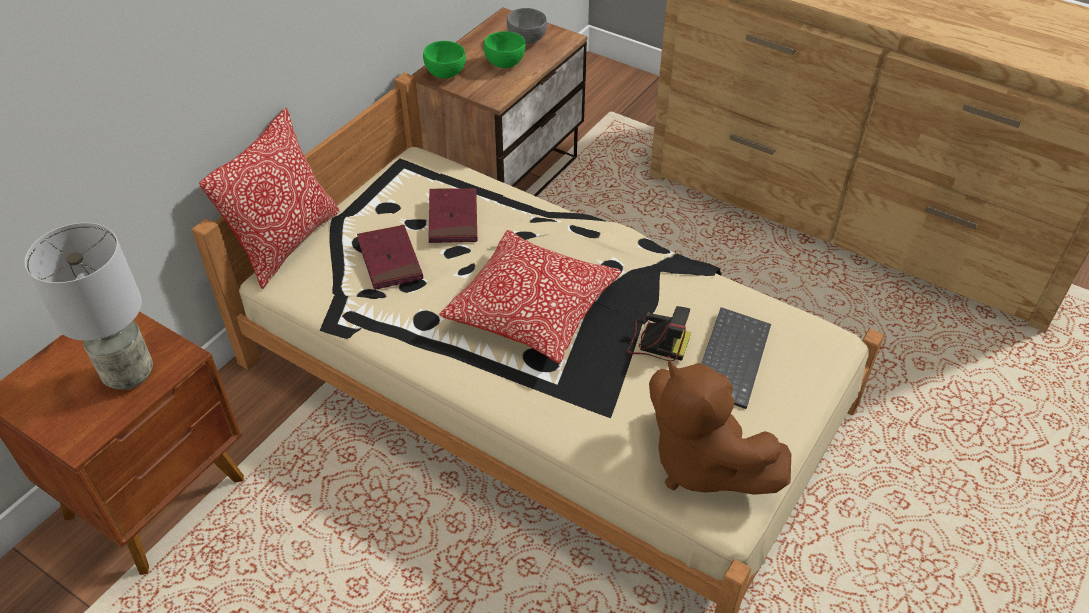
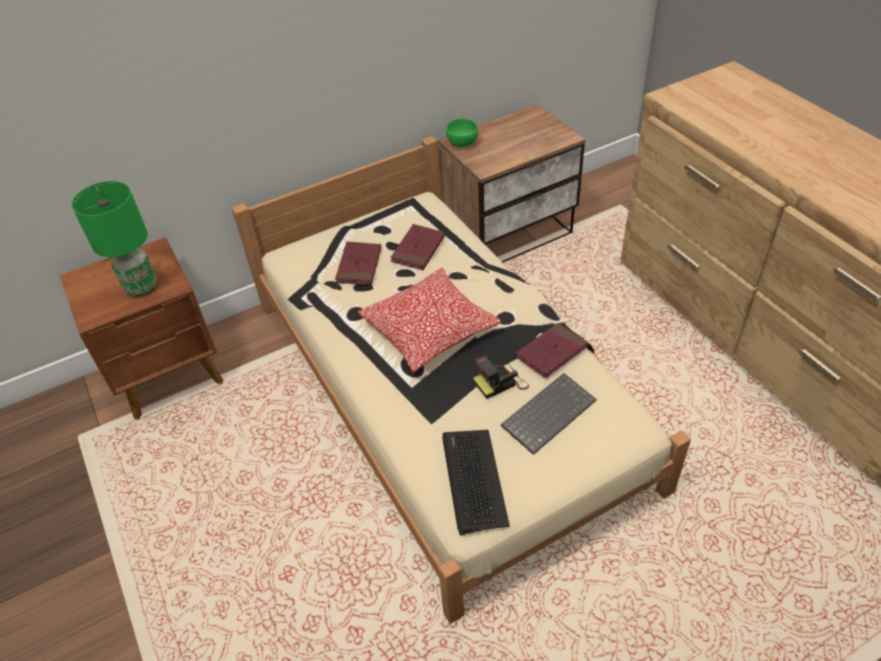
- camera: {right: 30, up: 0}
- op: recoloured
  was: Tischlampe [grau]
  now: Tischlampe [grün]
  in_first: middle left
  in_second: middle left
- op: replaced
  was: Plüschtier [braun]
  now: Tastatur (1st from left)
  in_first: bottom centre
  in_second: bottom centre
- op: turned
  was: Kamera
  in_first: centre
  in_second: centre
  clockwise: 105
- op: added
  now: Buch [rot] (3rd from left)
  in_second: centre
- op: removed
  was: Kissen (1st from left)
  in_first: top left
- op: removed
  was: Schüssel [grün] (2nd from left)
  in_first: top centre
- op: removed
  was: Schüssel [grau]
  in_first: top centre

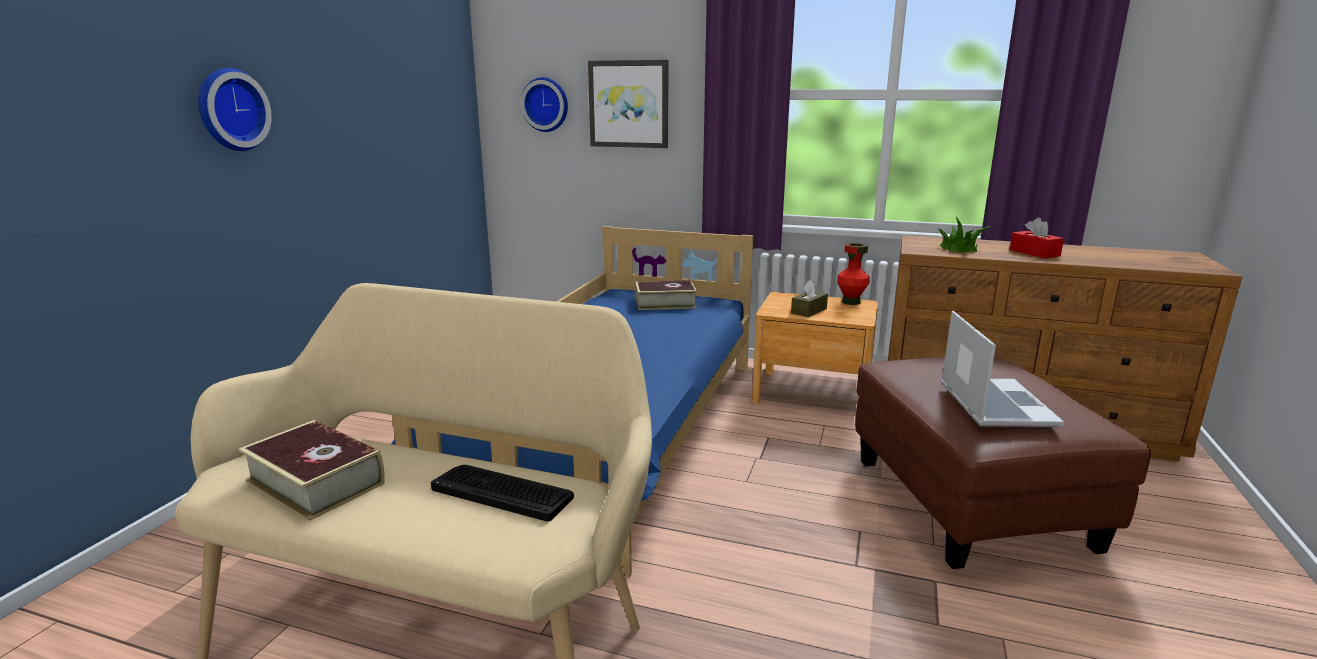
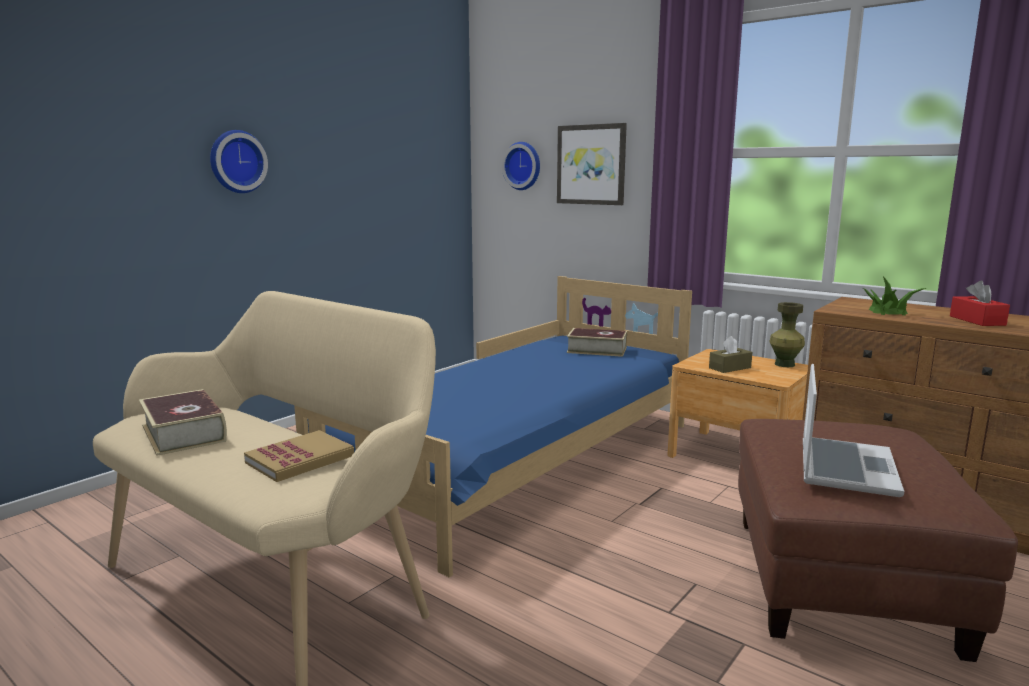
- camera: {right: 20, up: -5}
- op: replaced
  was: Tastatur
  now: Buch (2nd from left)
  in_first: bottom centre
  in_second: middle left
- op: recoloured
  was: Vase [rot]
  now: Vase [grün]
  in_first: centre
  in_second: middle right

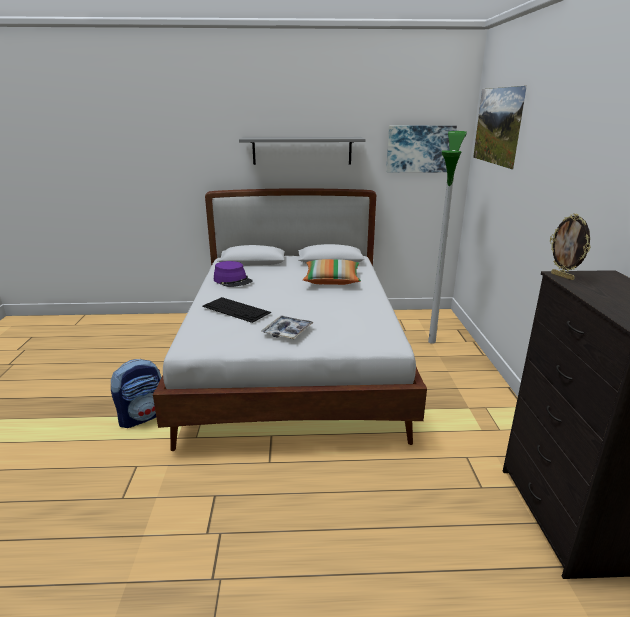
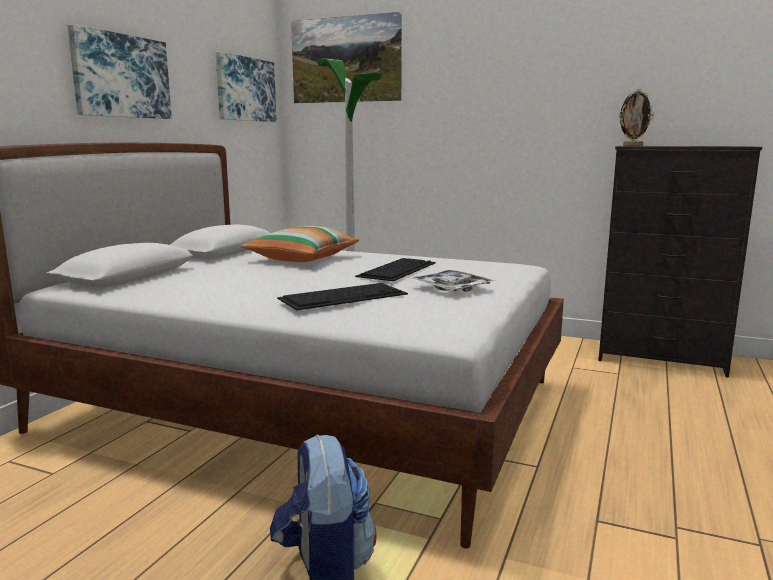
- camera: {right: -65, up: -10}
- op: replaced
  was: Wandregal [grau]
  now: Bild (1st from left)
  in_first: top centre
  in_second: top left
- op: added
  now: Tastatur (2nd from left)
  in_second: centre
- op: removed
  was: Hut [lila]
  in_first: centre

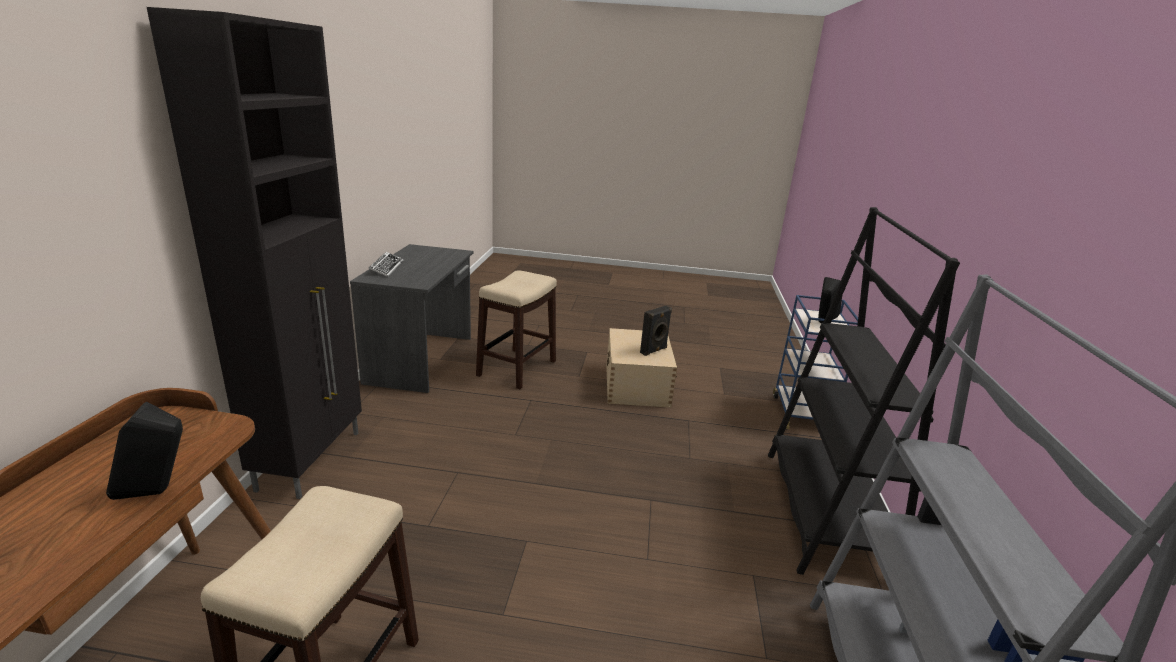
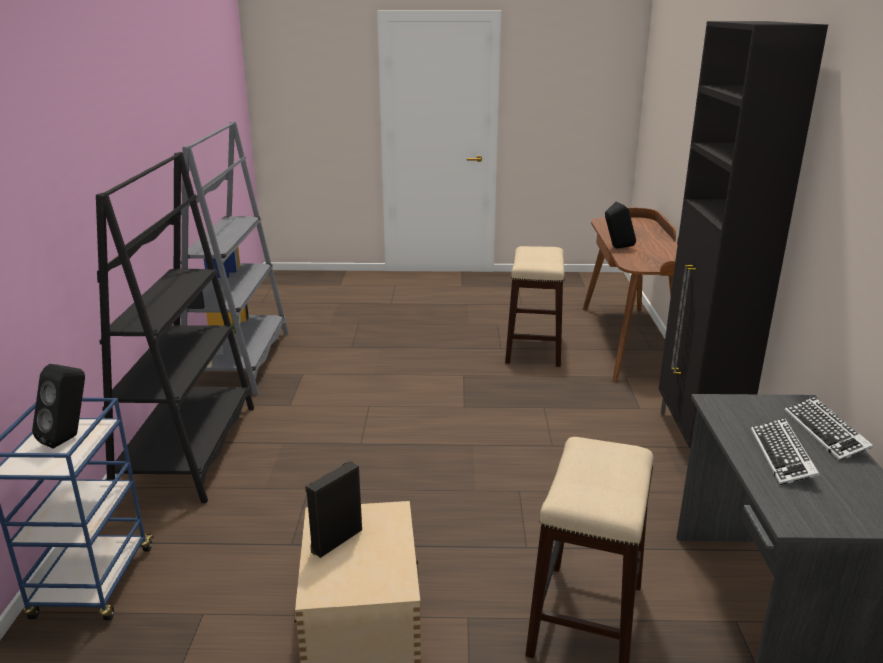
- camera: {right: 175, up: 0}
- op: added
  now: Tastatur (1st from left)
  in_second: bottom right

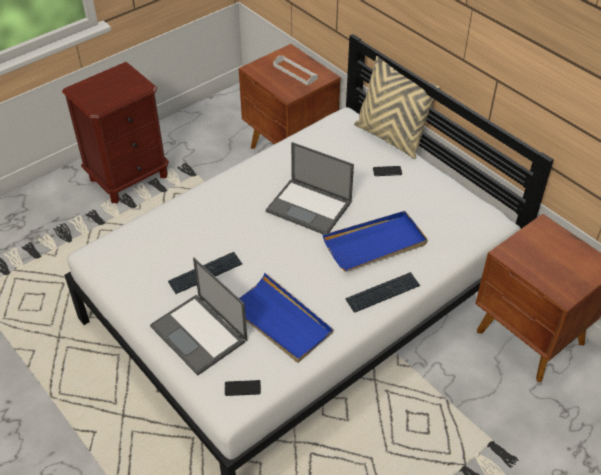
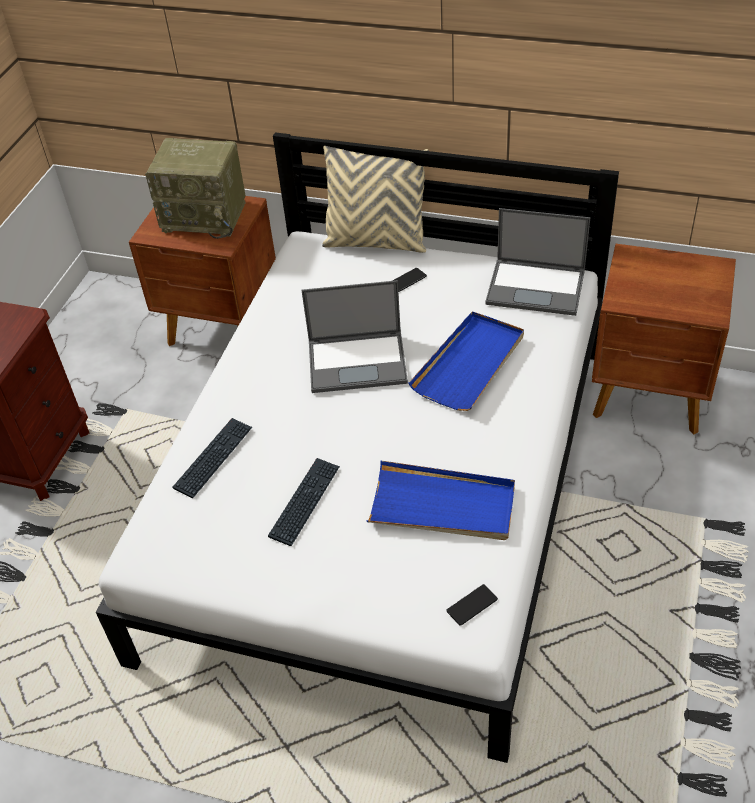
- camera: {right: -30, up: 0}
- op: replaced
  was: Tablett [weiß]
  now: Radio
  in_first: top centre
  in_second: top left
- op: moved
  was: Tastatur (2nd from left in the first image)
  now: Tastatur (1st from left)
  in_first: centre
  in_second: middle left
- op: moved
  was: Laptop (1st from left in the first image)
  now: Laptop (2nd from left)
  in_first: middle left
  in_second: top right

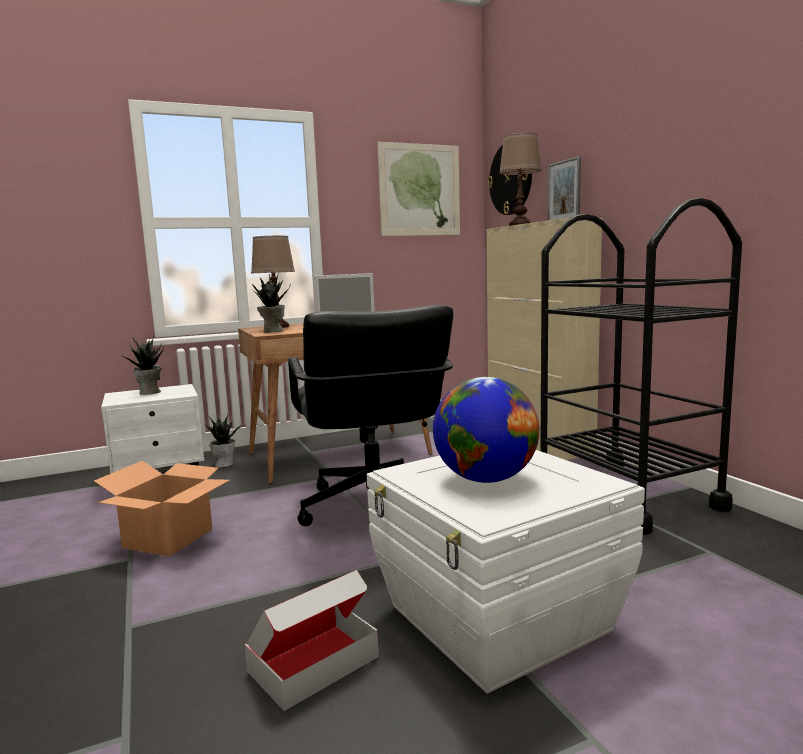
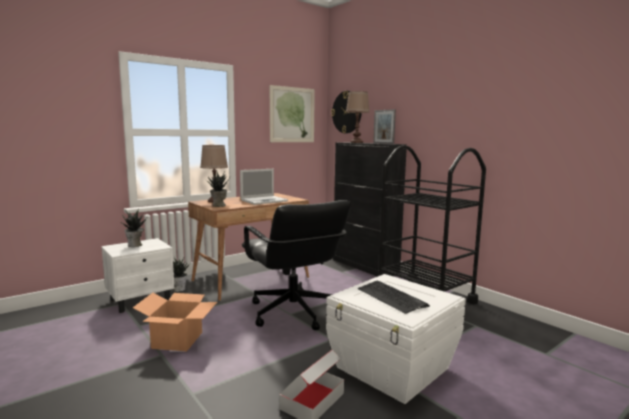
- camera: {right: -15, up: 0}
- op: recoloured
  was: Schrank [beige]
  now: Schrank [schwarz]
  in_first: middle right
  in_second: centre
- op: replaced
  was: Globus
  now: Tastatur
  in_first: centre
  in_second: bottom centre

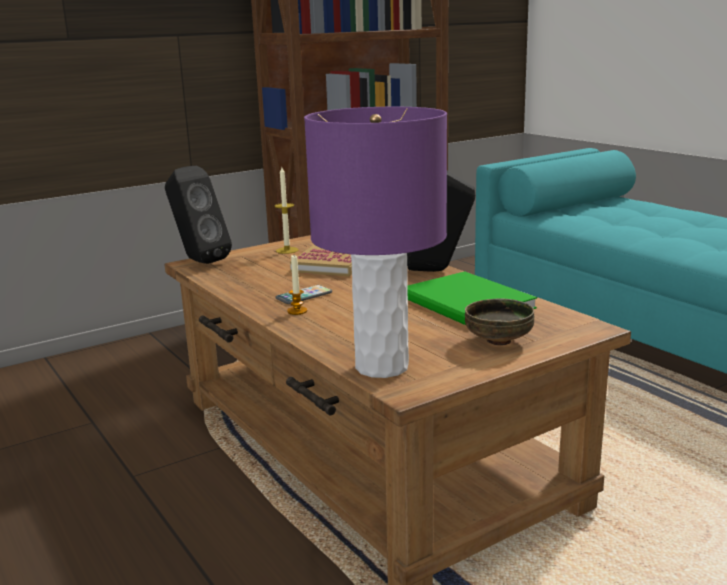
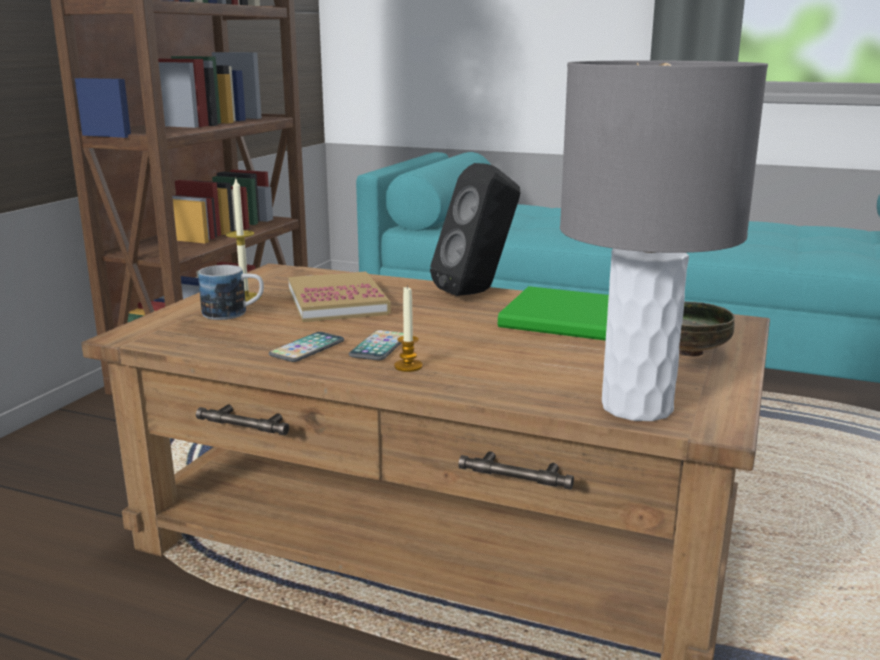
- camera: {right: -35, up: 0}
- op: added
  now: Henkelbecher
  in_second: middle left
- op: added
  now: Handy (1st from left)
  in_second: centre
- op: recoloured
  was: Tischlampe [lila]
  now: Tischlampe [grau]
  in_first: centre
  in_second: middle right
- op: removed
  was: Lautsprecher [schwarz] (1st from left)
  in_first: middle left

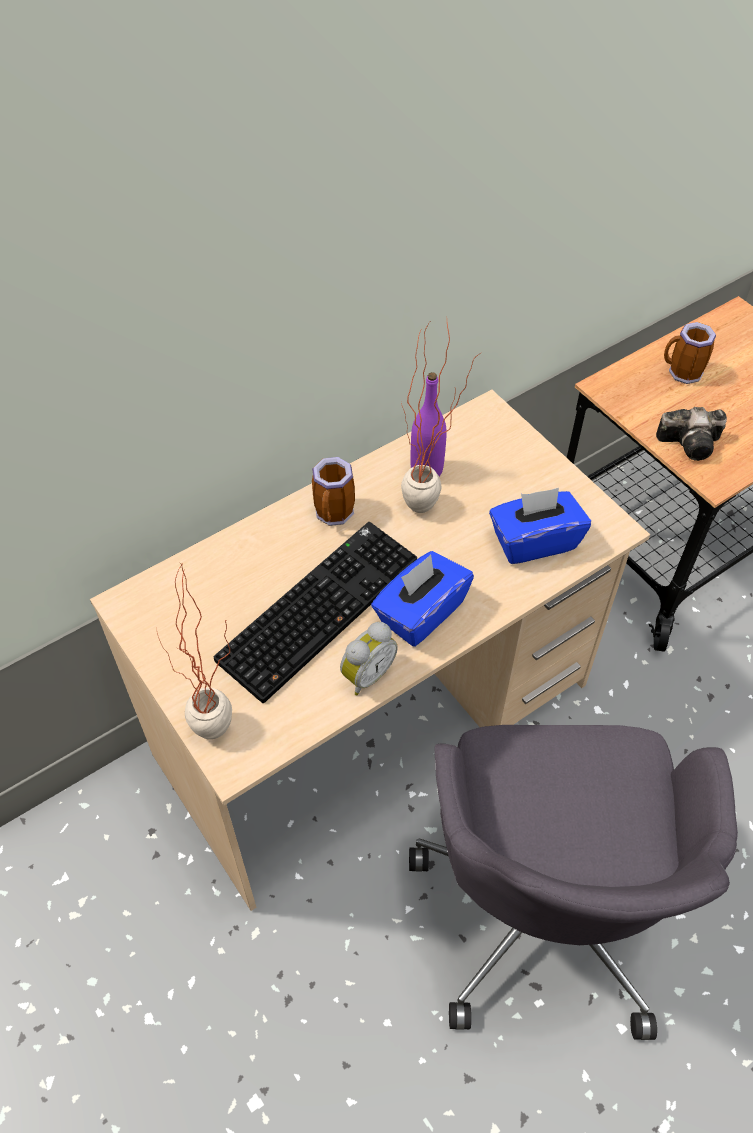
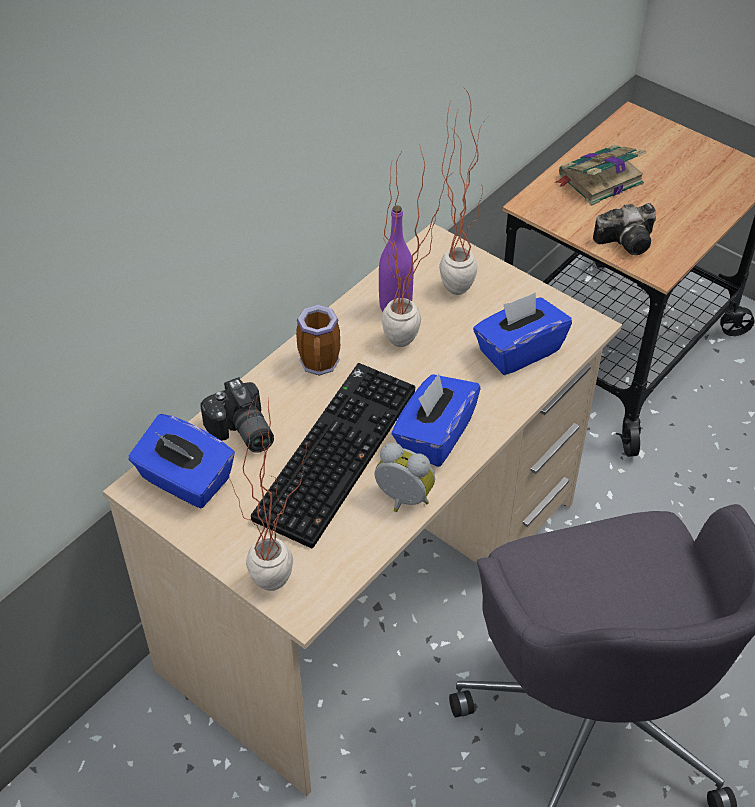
- camera: {right: -15, up: -5}
- op: added
  now: Taschentuchbox [blau] (1st from left)
  in_second: middle left
- op: added
  now: Kamera (1st from left)
  in_second: middle left
- op: turned
  was: Wecker
  in_first: centre
  in_second: centre
  clockwise: -90
- op: added
  now: Topfpflanze (3rd from left)
  in_second: top centre
- op: replaced
  was: Henkelbecher (2nd from left)
  now: Buch
  in_first: top right
  in_second: top right

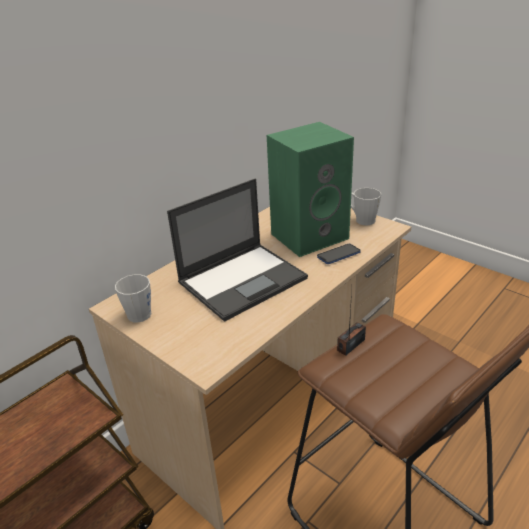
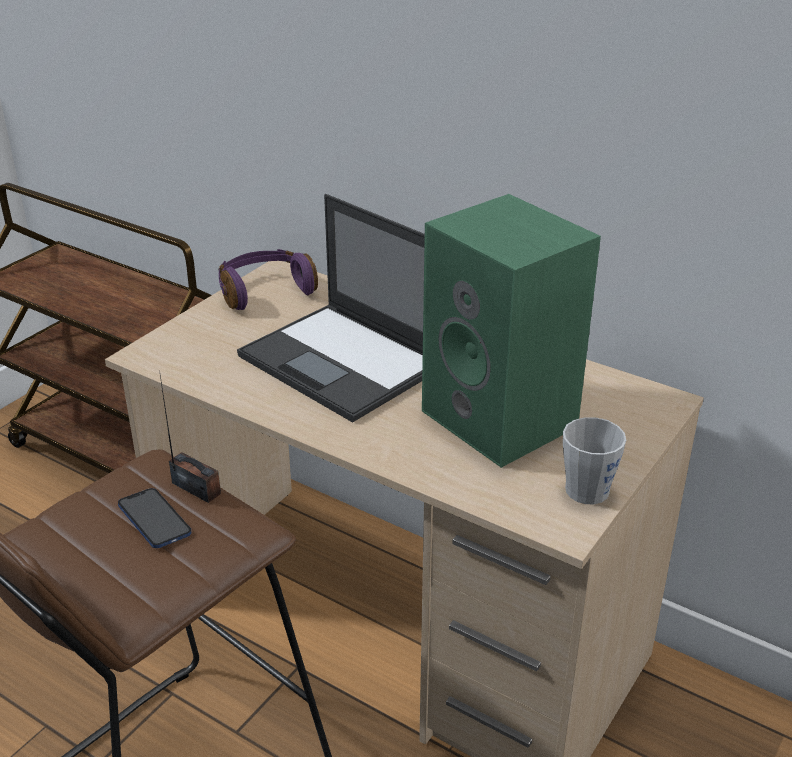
- camera: {right: 80, up: 0}
- op: moved
  was: Handy
  in_first: centre
  in_second: bottom left
- op: replaced
  was: Henkelbecher [grau] (1st from left)
  now: Kopfhörer [lila]
  in_first: middle left
  in_second: centre

